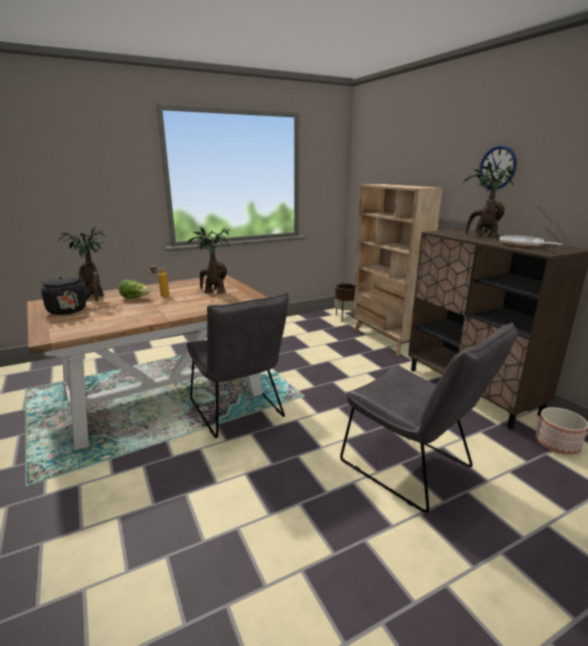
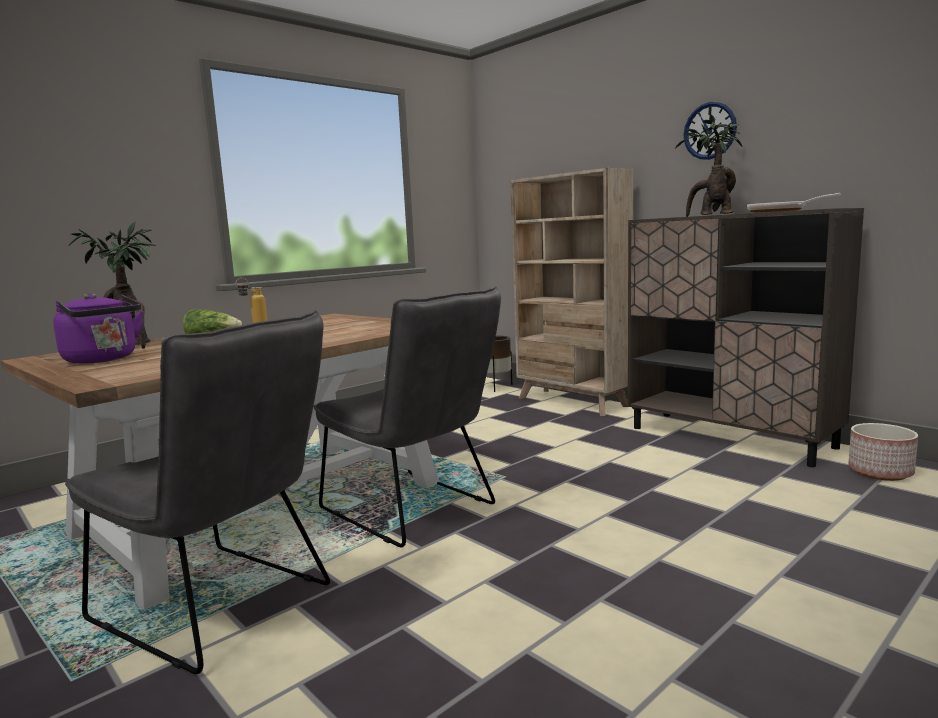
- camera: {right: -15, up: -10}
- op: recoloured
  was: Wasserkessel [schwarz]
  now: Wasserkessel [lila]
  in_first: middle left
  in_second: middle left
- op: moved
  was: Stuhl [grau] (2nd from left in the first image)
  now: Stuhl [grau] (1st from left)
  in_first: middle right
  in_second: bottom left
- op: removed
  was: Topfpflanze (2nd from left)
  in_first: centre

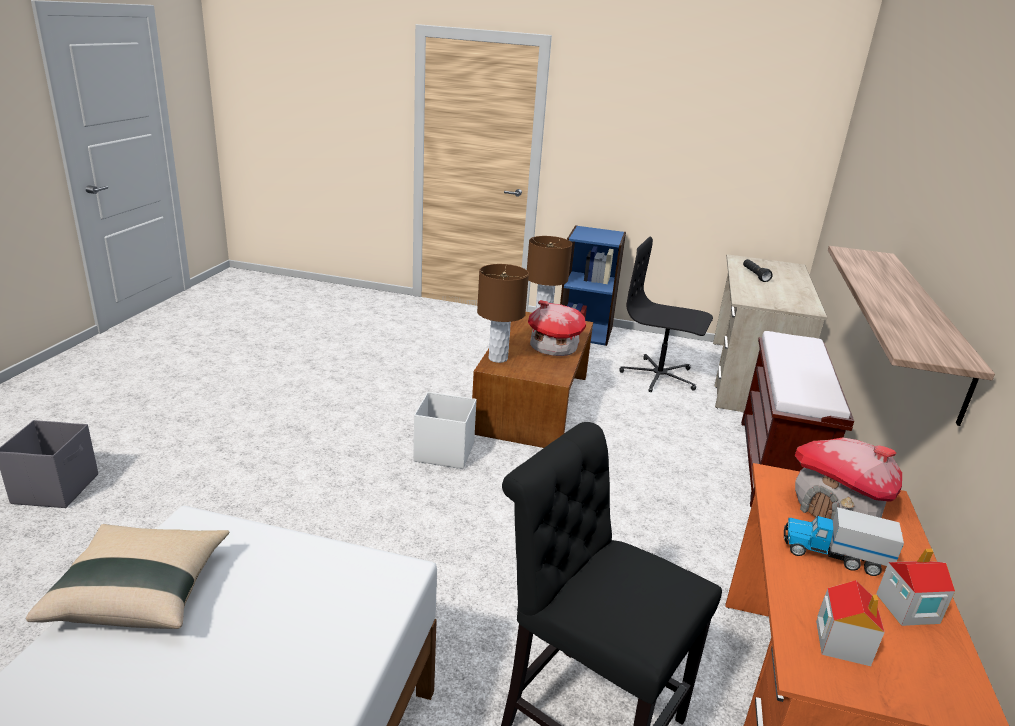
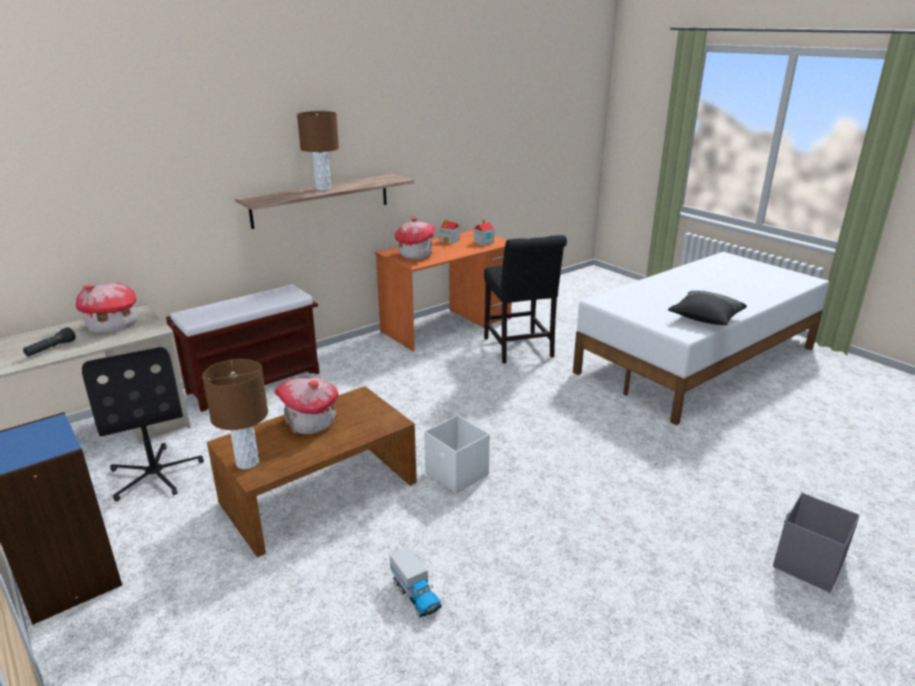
- camera: {right: -140, up: 0}
- op: added
  now: Spielzeughaus (1st from left)
  in_second: middle left
- op: moved
  was: Tischlampe [braun] (1st from left in the first image)
  now: Tischlampe [braun] (2nd from left)
  in_first: centre
  in_second: top centre
- op: moved
  was: Spielzeuglaster
  in_first: bottom right
  in_second: bottom centre
- op: recoloured
  was: Kissen [beige]
  now: Kissen [schwarz]
  in_first: bottom left
  in_second: middle right

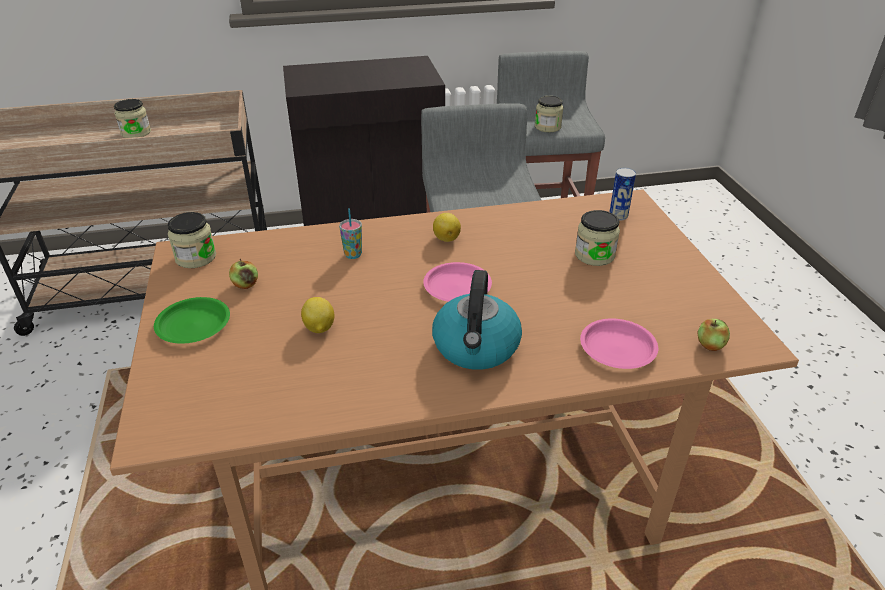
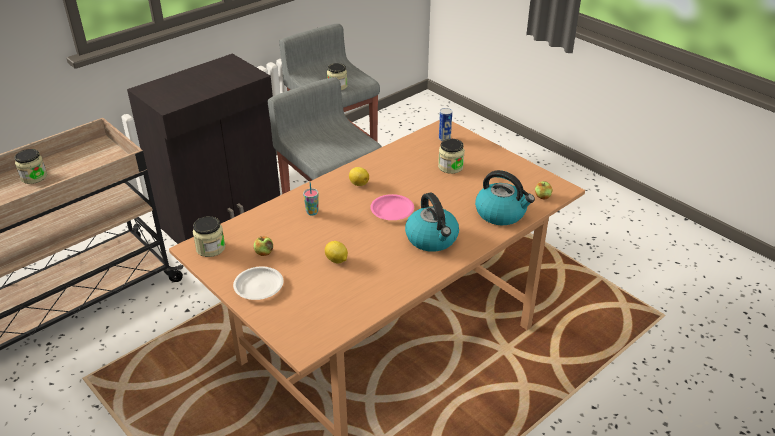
- camera: {right: -30, up: 0}
- op: recoloured
  was: Teller [grün]
  now: Teller [weiß]
  in_first: middle left
  in_second: middle left
- op: replaced
  was: Teller [rosa] (2nd from left)
  now: Wasserkessel (2nd from left)
  in_first: middle right
  in_second: centre

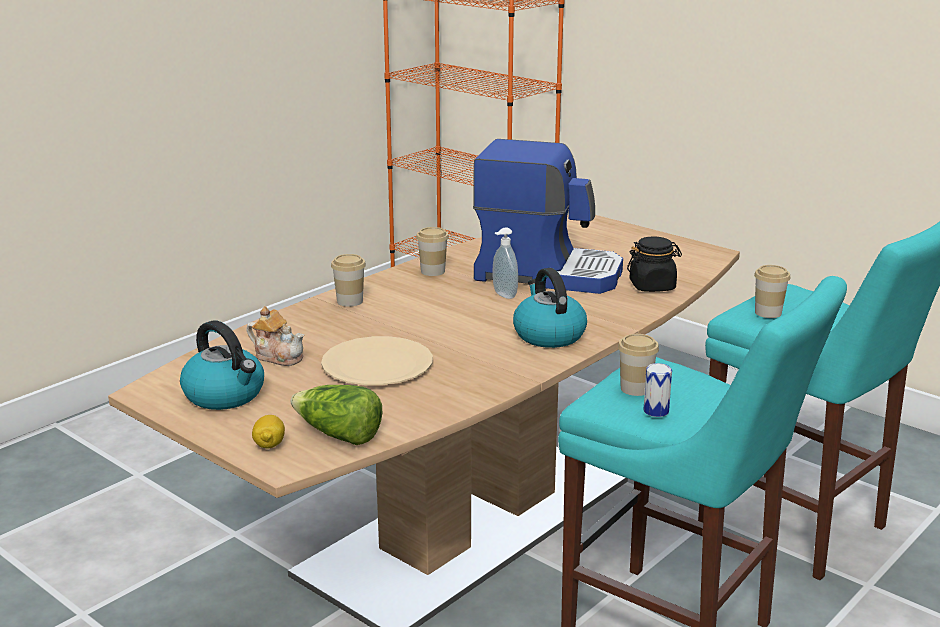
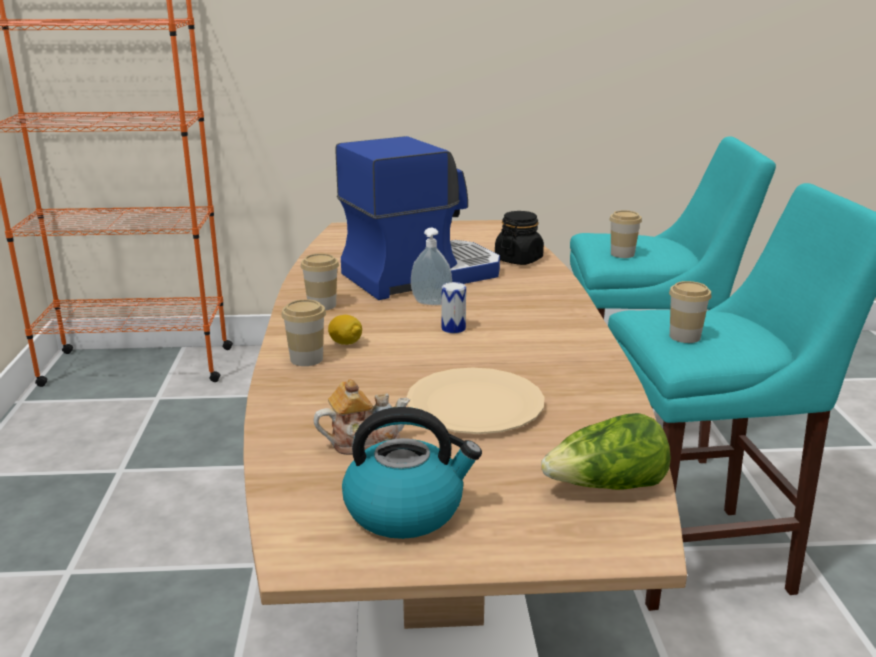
- camera: {right: -45, up: 0}
- op: moved
  was: Zitrone
  in_first: bottom left
  in_second: centre
- op: moved
  was: Dose
  in_first: middle right
  in_second: centre
- op: removed
  was: Wasserkessel (2nd from left)
  in_first: centre

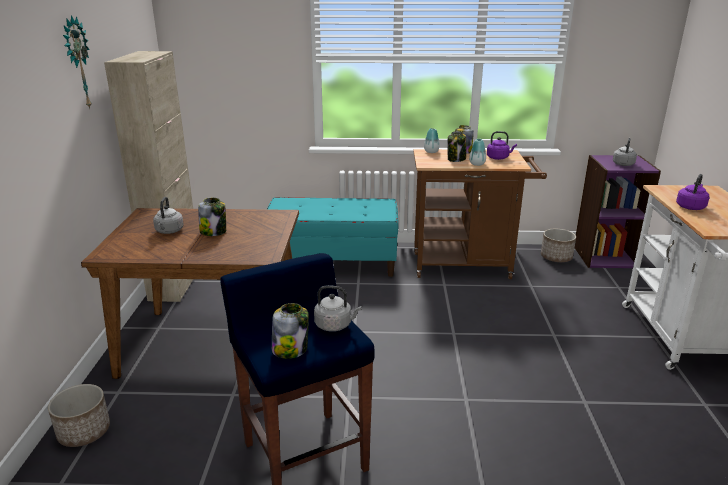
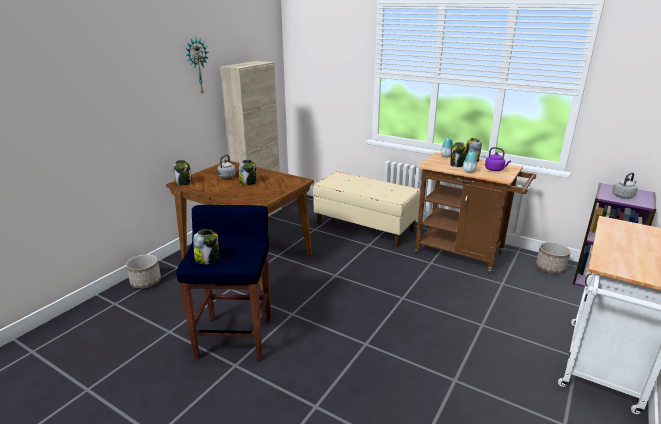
- camera: {right: 30, up: 0}
- op: added
  now: Vorratsglas (1st from left)
  in_second: middle left
- op: recoloured
  was: Bank [türkis]
  now: Bank [beige]
  in_first: centre
  in_second: centre
- op: removed
  was: Wasserkessel [grau] (2nd from left)
  in_first: centre
- op: removed
  was: Wasserkessel [lila] (2nd from left)
  in_first: middle right

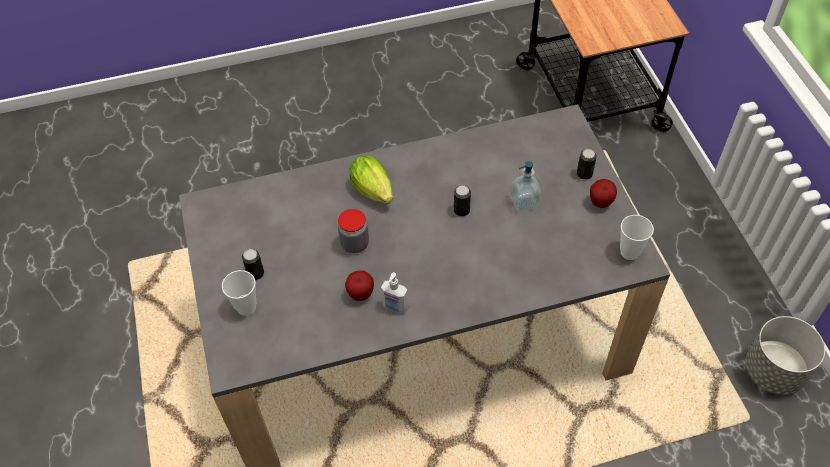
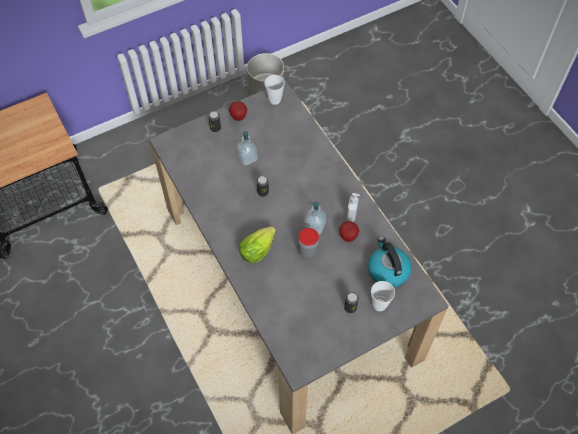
- camera: {right: -105, up: 5}
- op: added
  now: Seifenspender (2nd from left)
  in_second: centre
- op: added
  now: Wasserkessel
  in_second: middle right

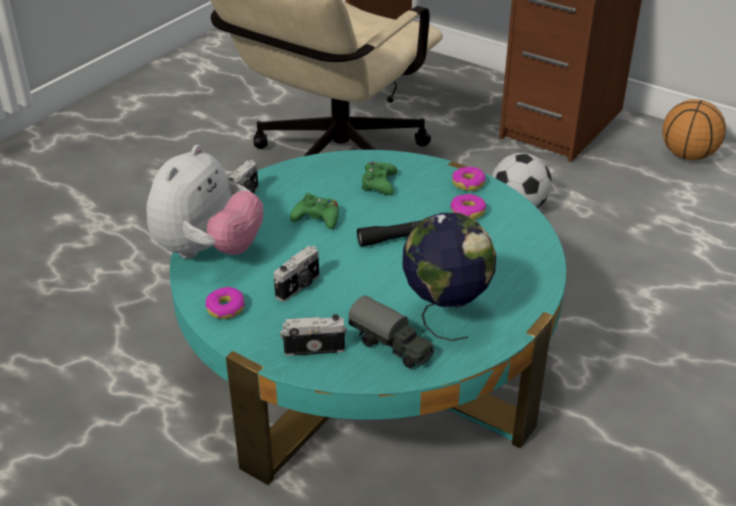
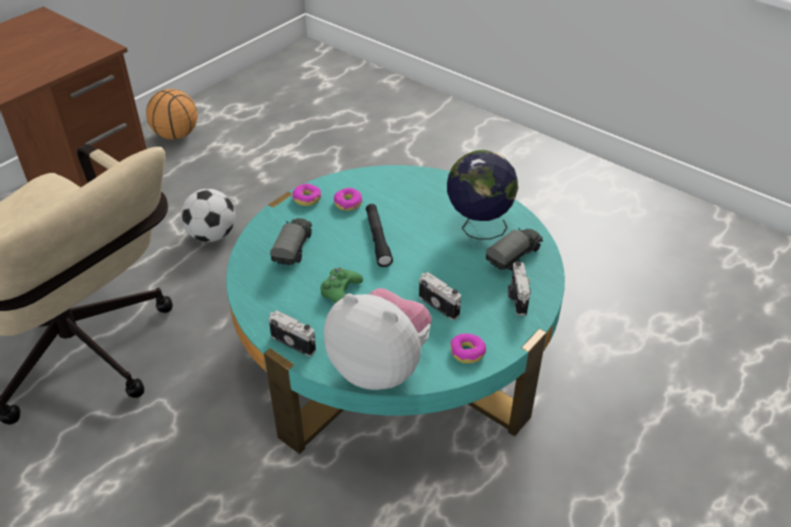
- camera: {right: -85, up: 5}
- op: replaced
  was: Gamepad [grün] (2nd from left)
  now: Spielzeuglaster (1st from left)
  in_first: centre
  in_second: centre

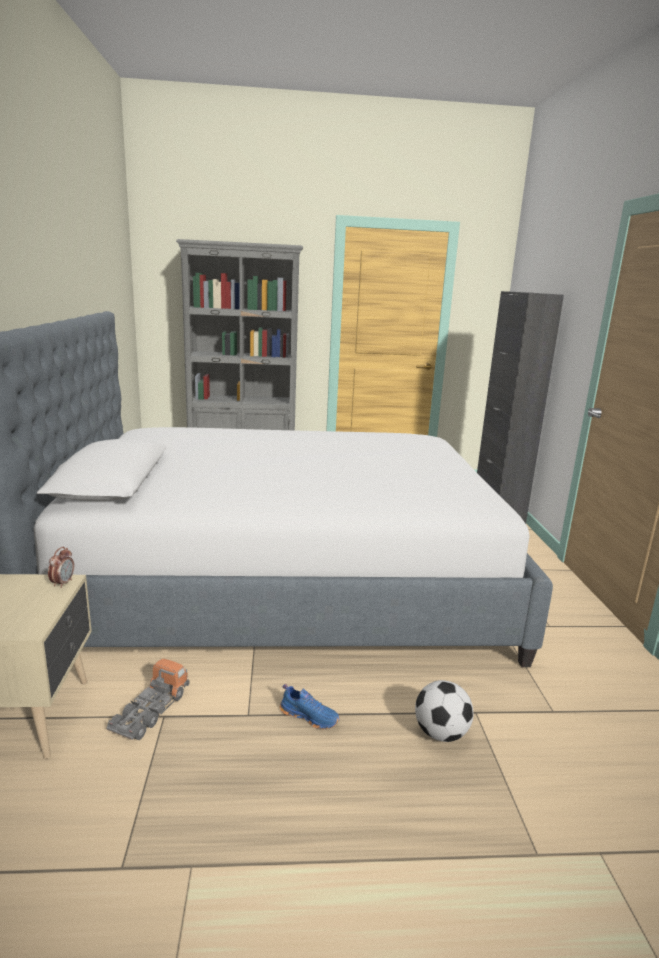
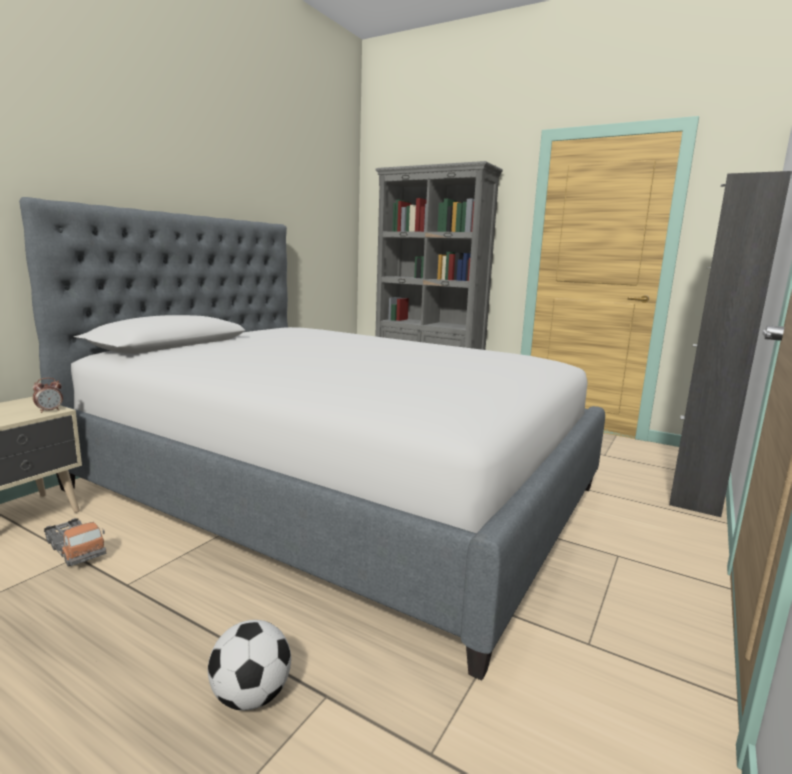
- camera: {right: 35, up: -5}
- op: turned
  was: Spielzeuglaster
  in_first: bottom left
  in_second: bottom left
  clockwise: 75
- op: removed
  was: Schuh [blau]
  in_first: bottom centre

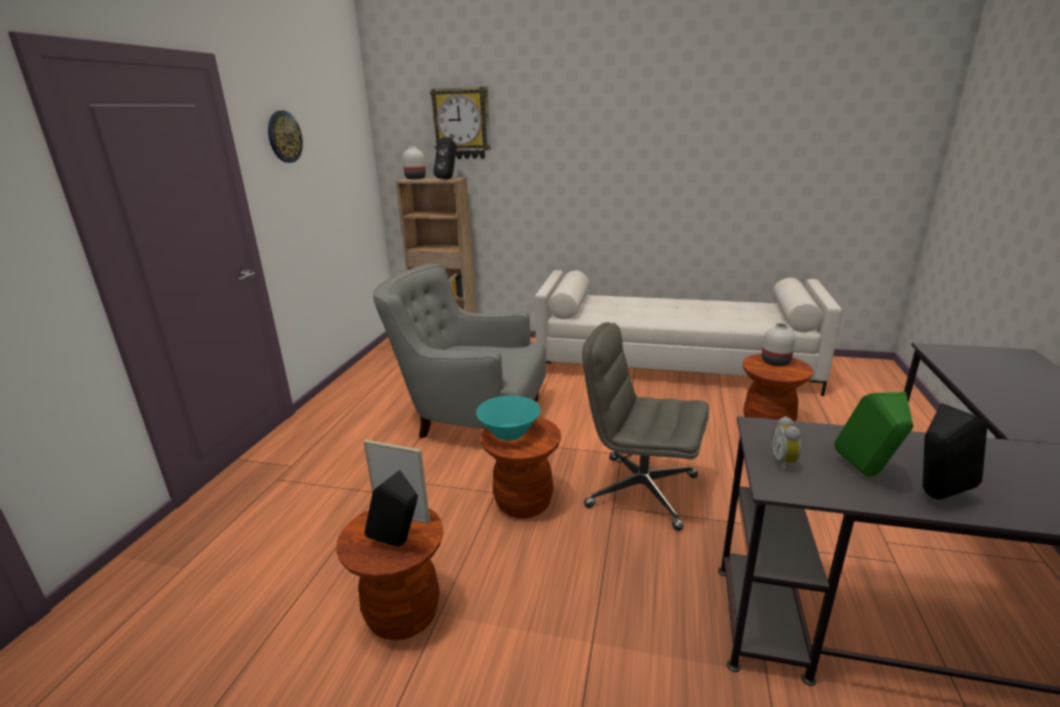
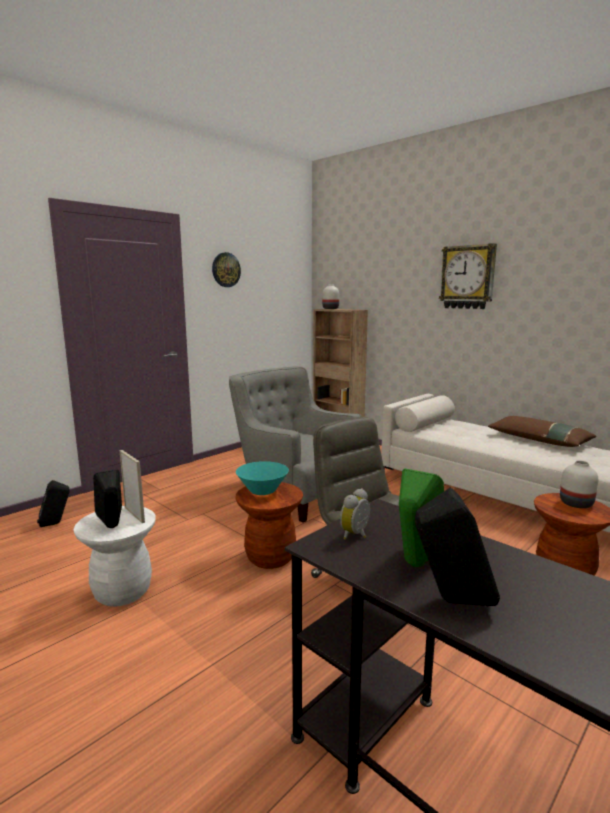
- camera: {right: 30, up: -10}
- op: moved
  was: Lautsprecher [schwarz] (2nd from left in the first image)
  now: Lautsprecher [schwarz] (1st from left)
  in_first: top centre
  in_second: middle left
- op: recoloured
  was: Hocker [braun] (1st from left)
  now: Hocker [weiß]
  in_first: bottom centre
  in_second: bottom left
- op: moved
  was: Wanduhr (2nd from left)
  in_first: top centre
  in_second: middle right
- op: added
  now: Kissen [braun]
  in_second: middle right

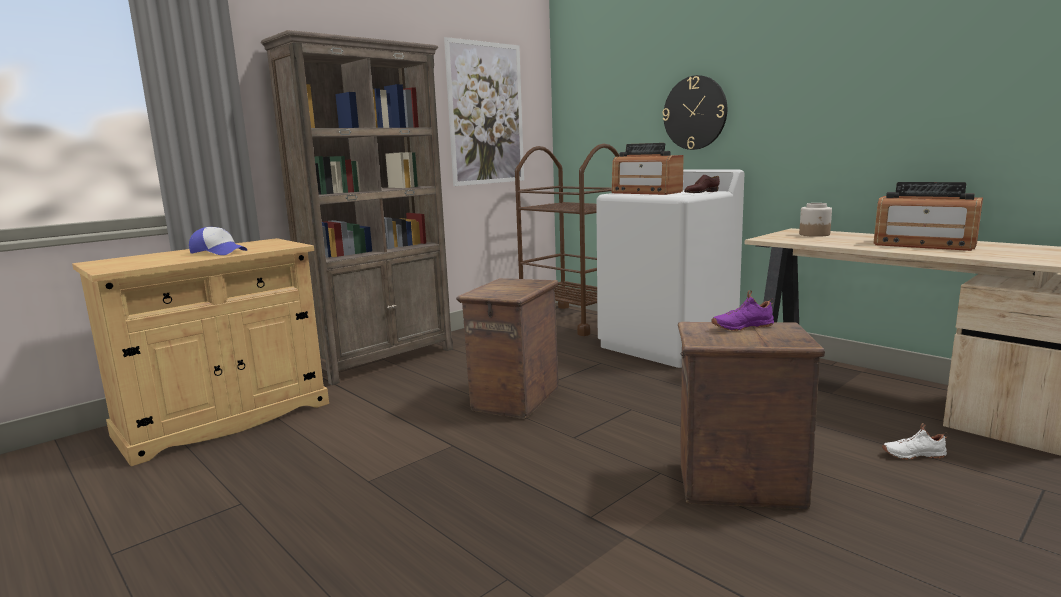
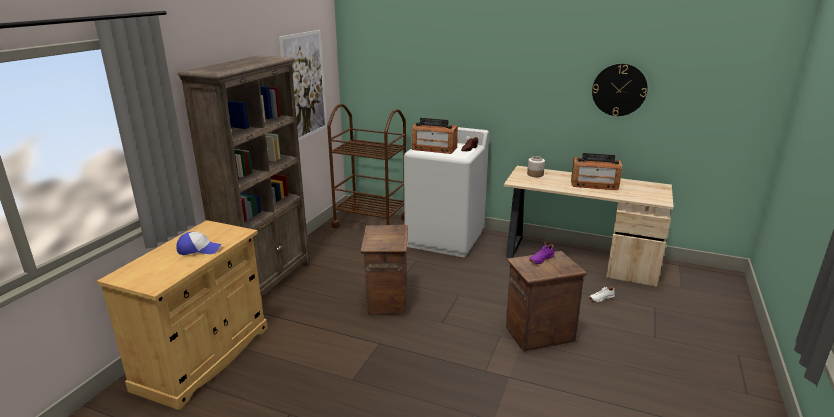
- camera: {right: -25, up: 10}
- op: moved
  was: Wanduhr
  in_first: top centre
  in_second: top right

